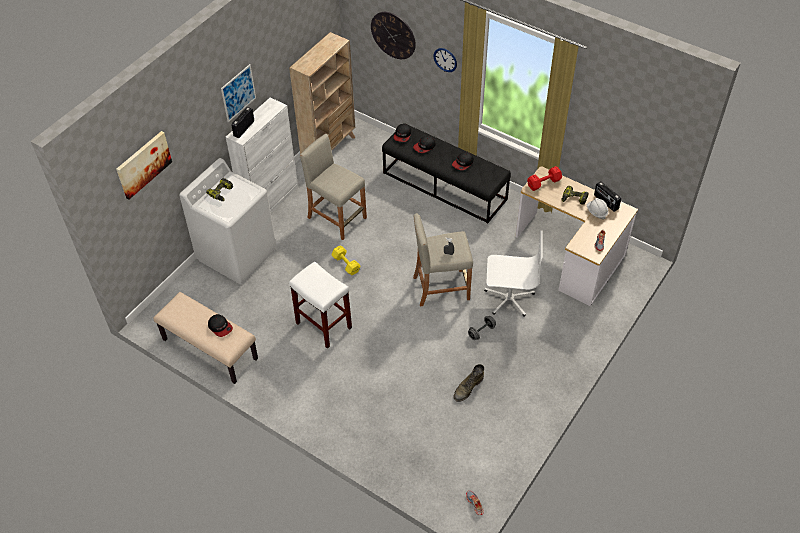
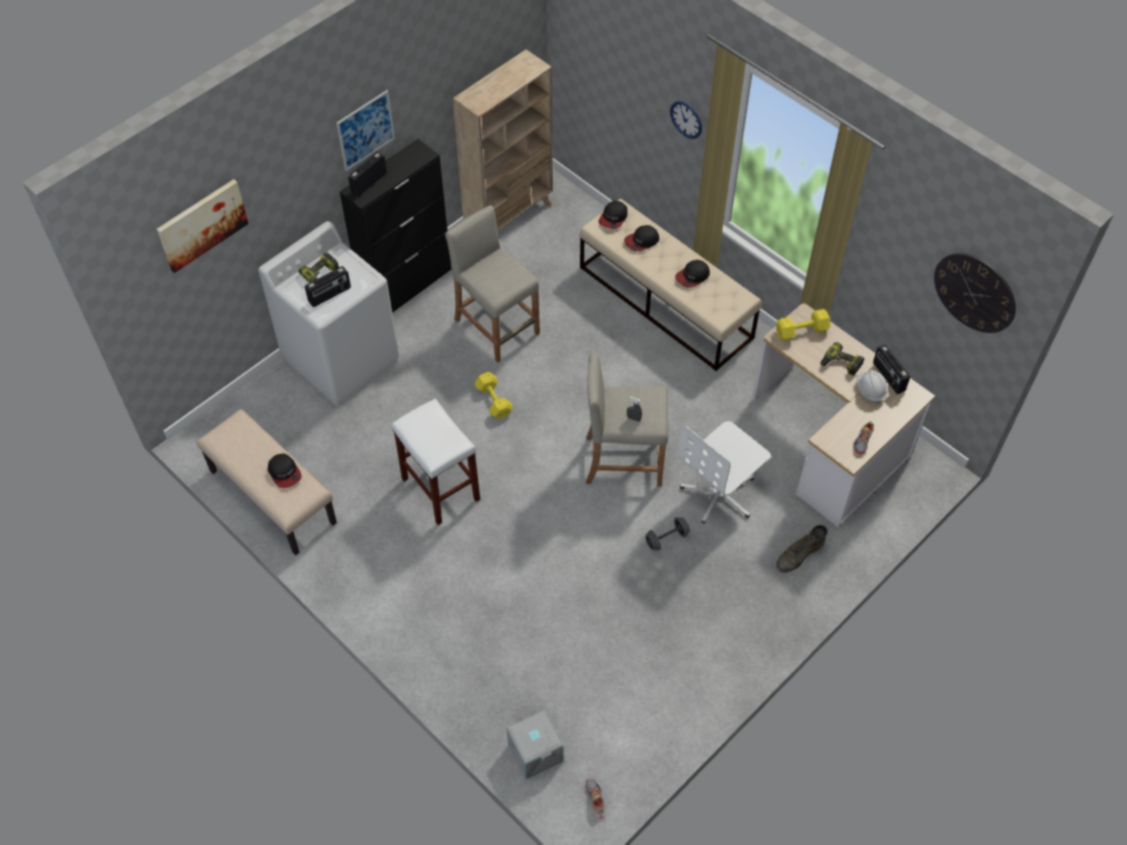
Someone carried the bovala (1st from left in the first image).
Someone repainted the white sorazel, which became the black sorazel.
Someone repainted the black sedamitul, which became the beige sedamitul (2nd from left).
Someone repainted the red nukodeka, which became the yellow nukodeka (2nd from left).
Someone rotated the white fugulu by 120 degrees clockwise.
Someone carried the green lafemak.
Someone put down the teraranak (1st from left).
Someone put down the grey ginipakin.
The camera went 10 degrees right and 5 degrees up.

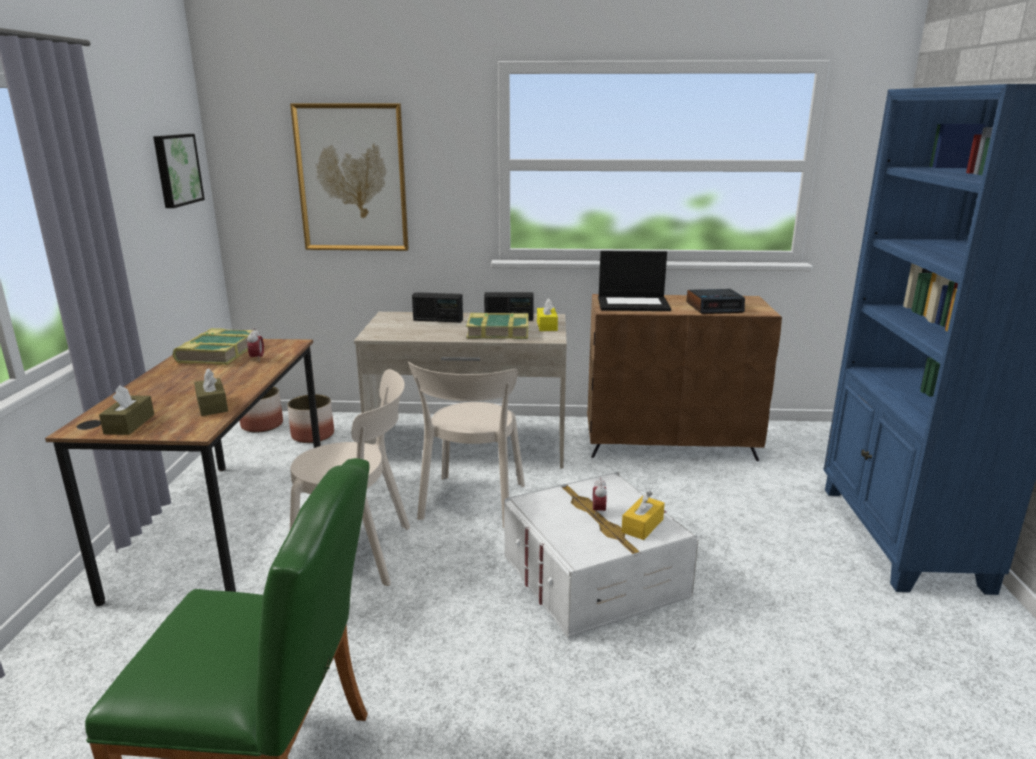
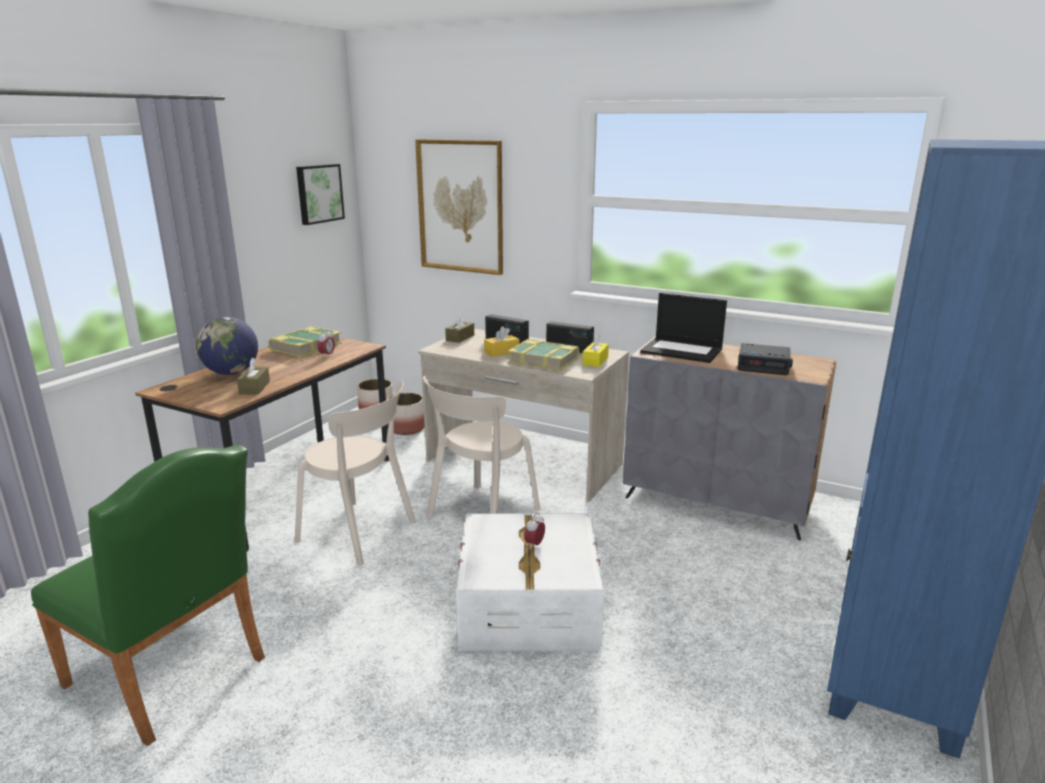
Someone repainted the brown sorazel, which became the grey sorazel.
Someone carried the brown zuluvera (1st from left in the first image).
Someone carried the yellow zuluvera (2nd from left in the first image).
Someone put down the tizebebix.
The camera went 25 degrees right and 0 degrees up.

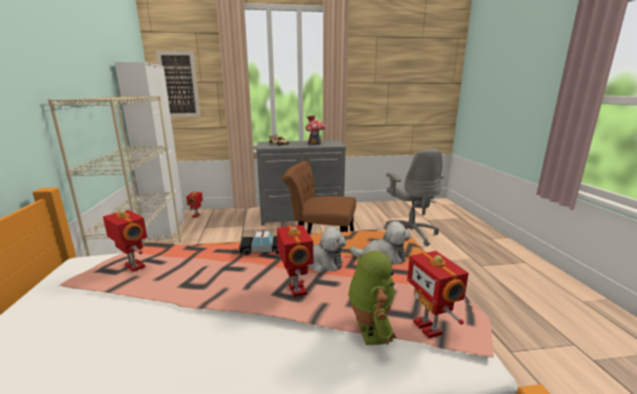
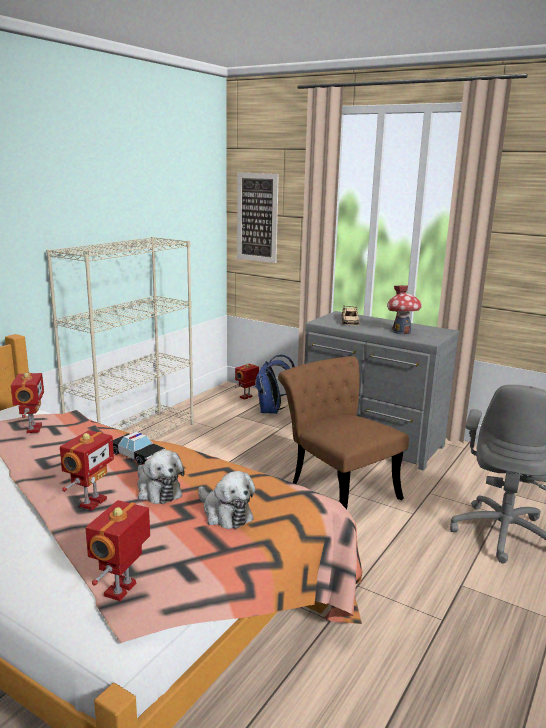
Someone took away the white sorazel.
Someone took away the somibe (4th from left).
Someone put down the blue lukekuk.
The camera went 40 degrees right and 0 degrees up.

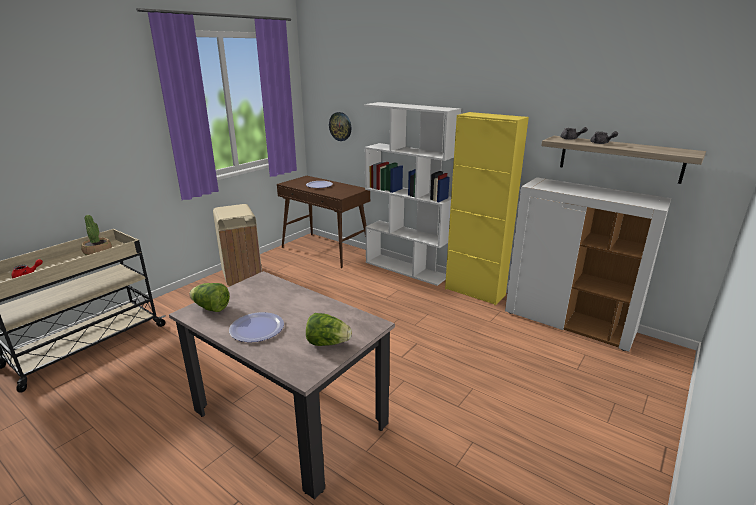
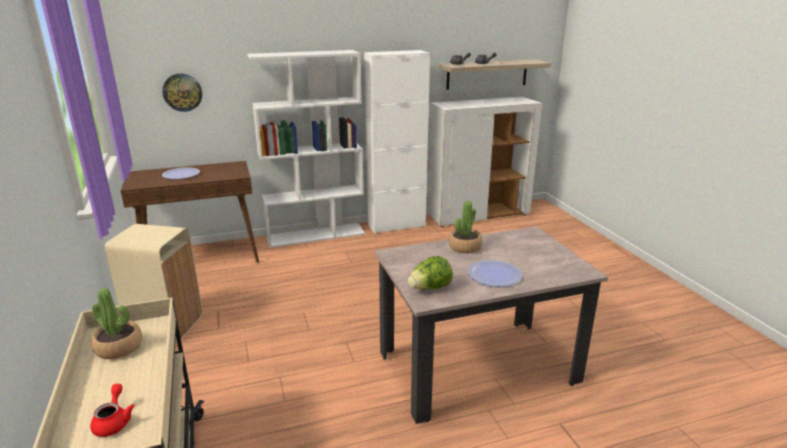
Someone repainted the yellow sorazel, which became the white sorazel (1st from left).
Someone took away the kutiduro (2nd from left).
Someone put down the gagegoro (2nd from left).
The camera went 55 degrees left and 0 degrees up.

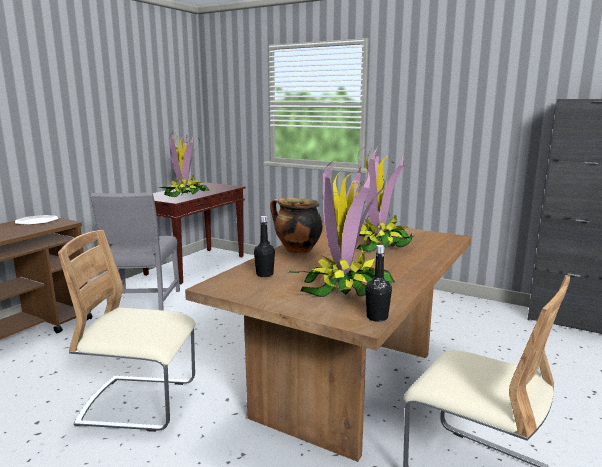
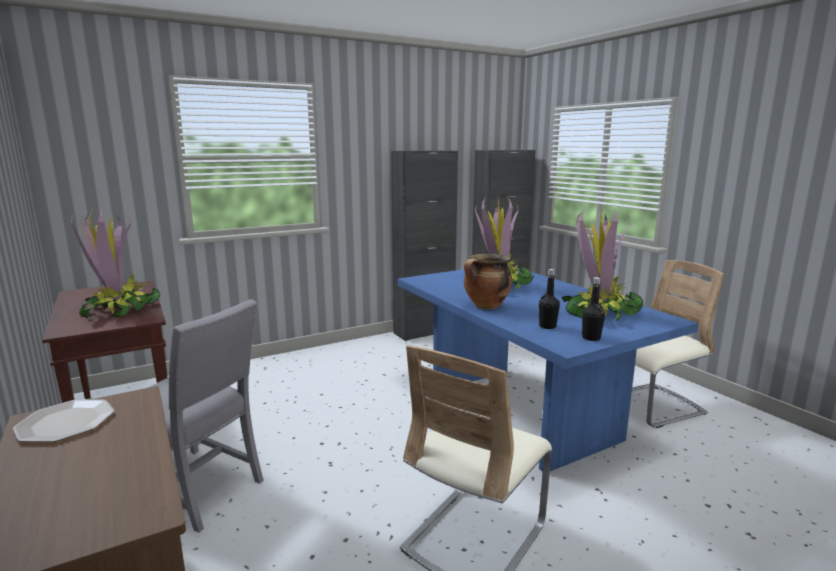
Someone repainted the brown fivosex, which became the blue fivosex.
Someone carried the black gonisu (2nd from left).
Someone put down the black sorazel (1st from left).
The camera went 60 degrees left and 0 degrees up.

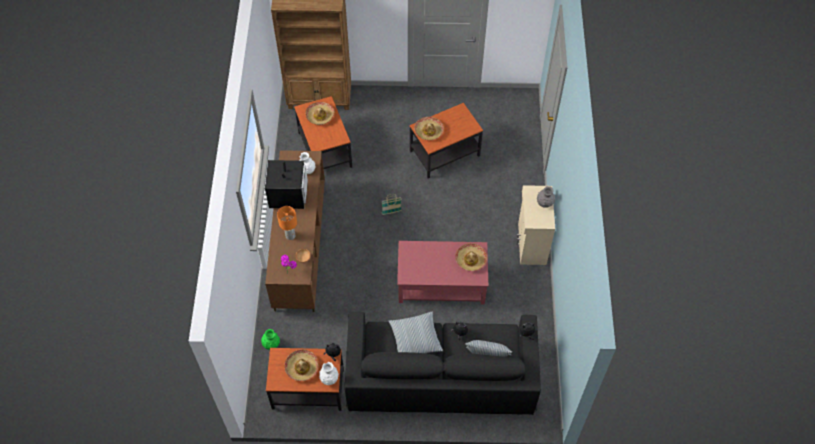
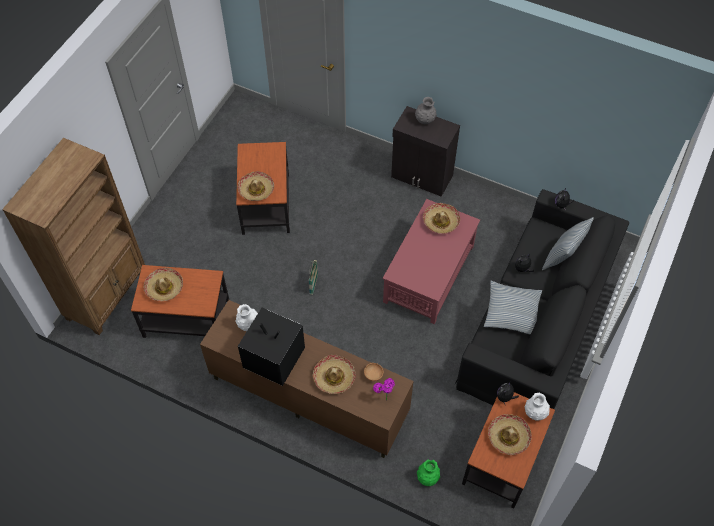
Someone repainted the beige sorazel, which became the black sorazel.
Someone swapped the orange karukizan for the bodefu (3rd from left).
The camera went 65 degrees left and 0 degrees up.

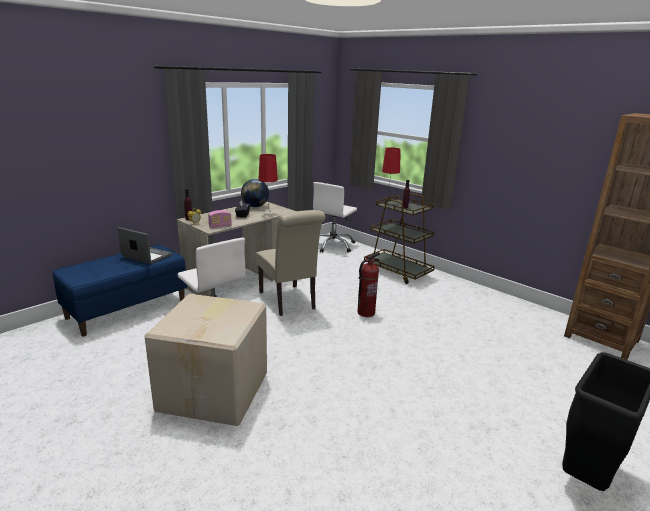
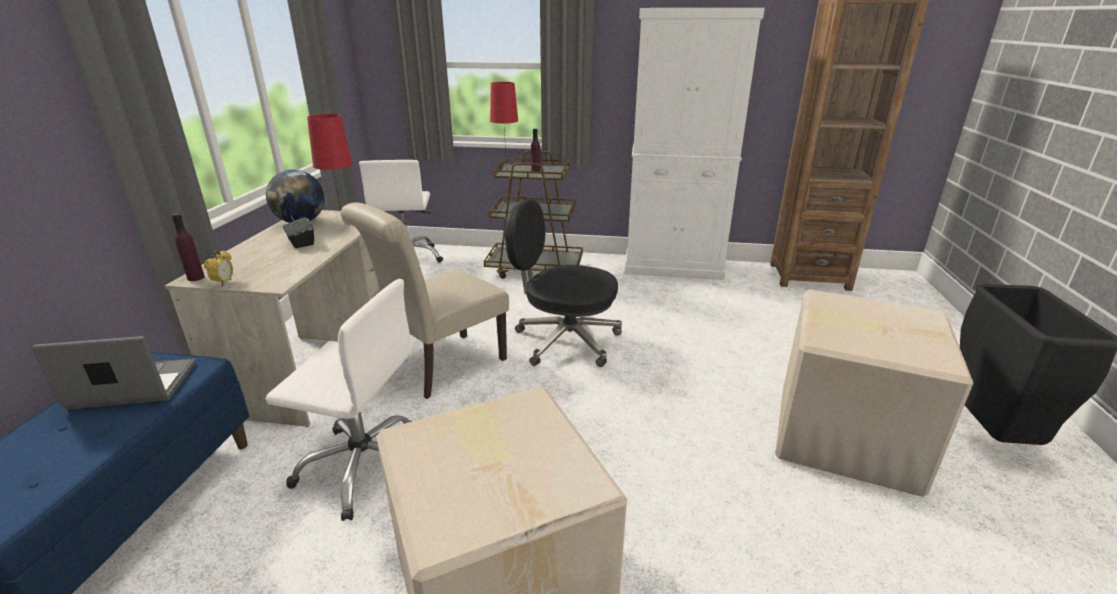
Someone took away the teraranak.
Someone rotated the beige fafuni by 105 degrees clockwise.
Someone swapped the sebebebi for the black fugulu.
Someone put down the white sorazel.
Someone put down the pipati (2nd from left).
The camera went 35 degrees left and 5 degrees up.

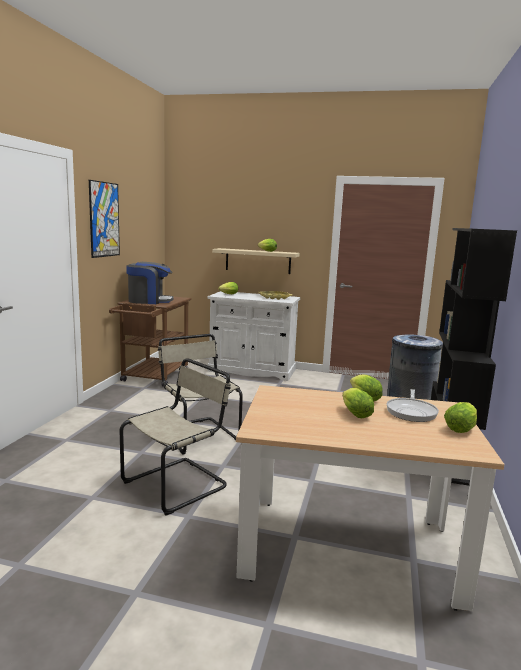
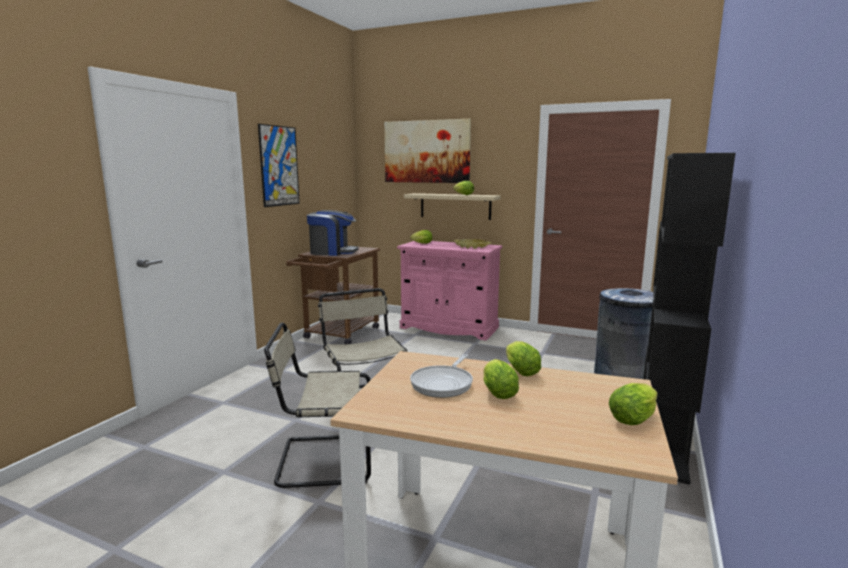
Someone repainted the white sorazel, which became the pink sorazel.
Someone rotated the beige fafuni (1st from left) by 150 degrees counterclockwise.
Someone carried the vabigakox.
Someone put up the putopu (2nd from left).
The camera went 10 degrees right and 0 degrees up.

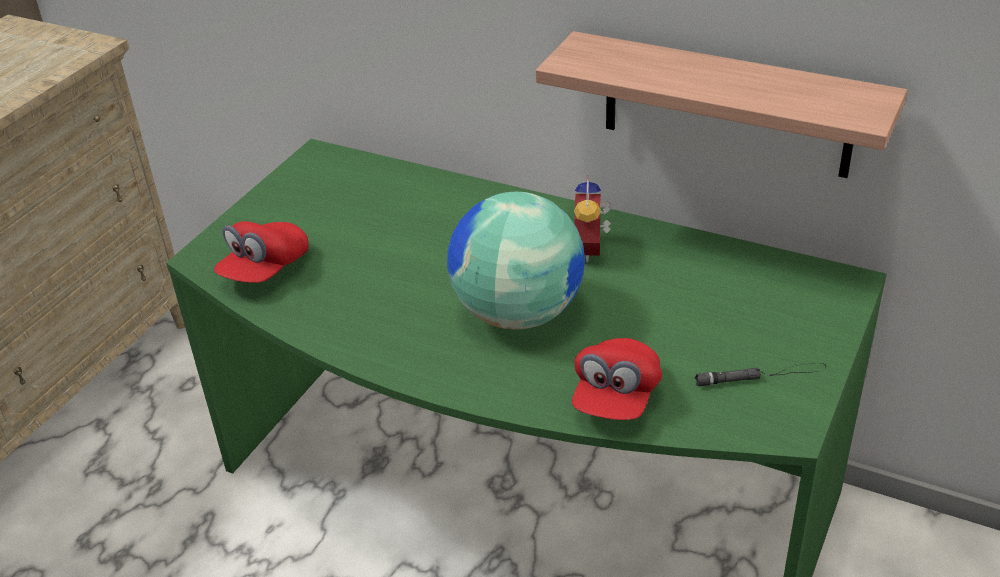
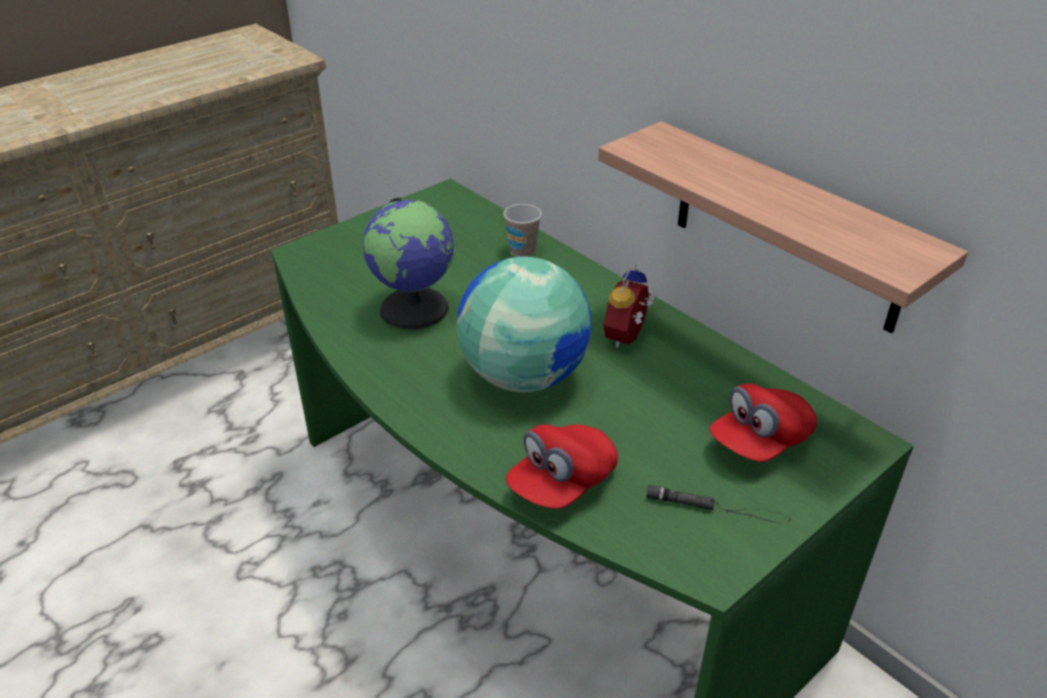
Someone carried the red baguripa (1st from left in the first image).
Someone put down the tizebebix (1st from left).
Someone put down the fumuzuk.
The camera went 20 degrees right and 0 degrees up.

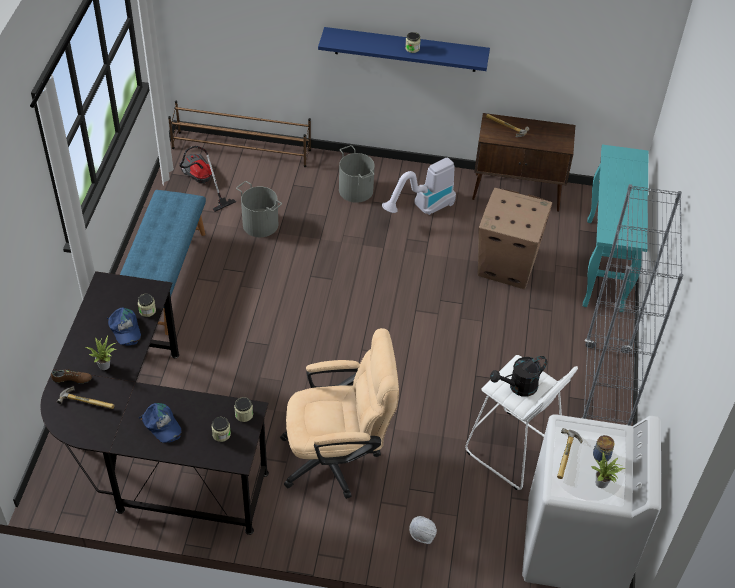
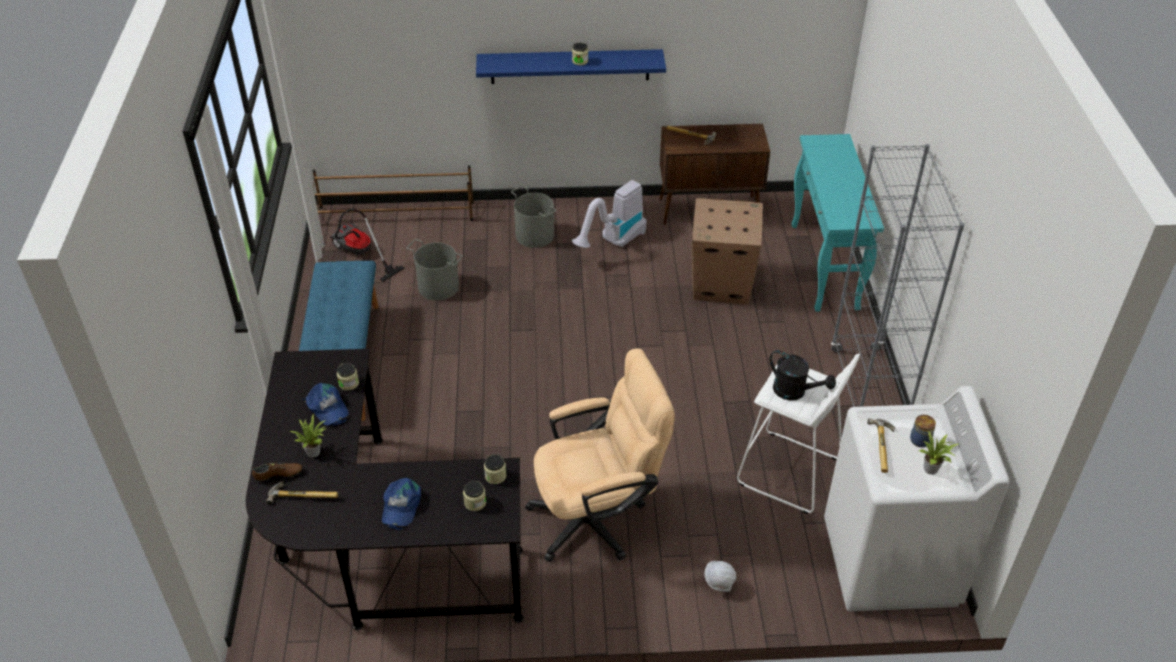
Someone rotated the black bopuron by 105 degrees counterclockwise.
Someone rotated the blue baguripa (2nd from left) by 60 degrees clockwise.
The camera went 10 degrees left and 5 degrees down.

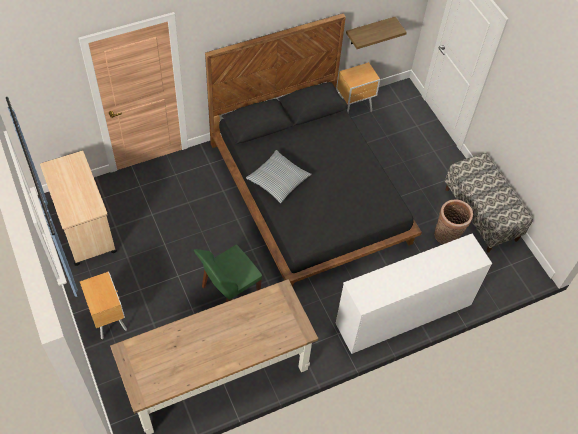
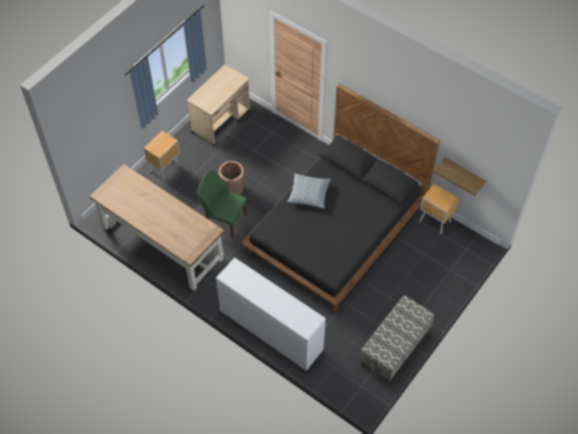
Someone carried the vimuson.
The camera went 65 degrees right and 0 degrees up.

